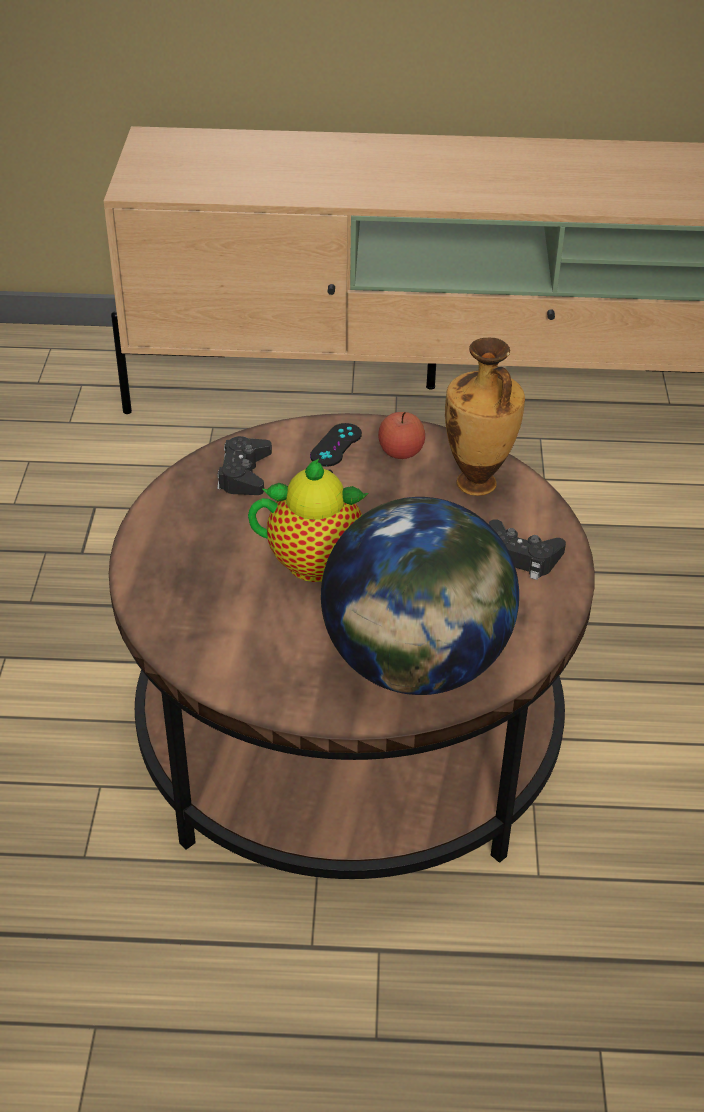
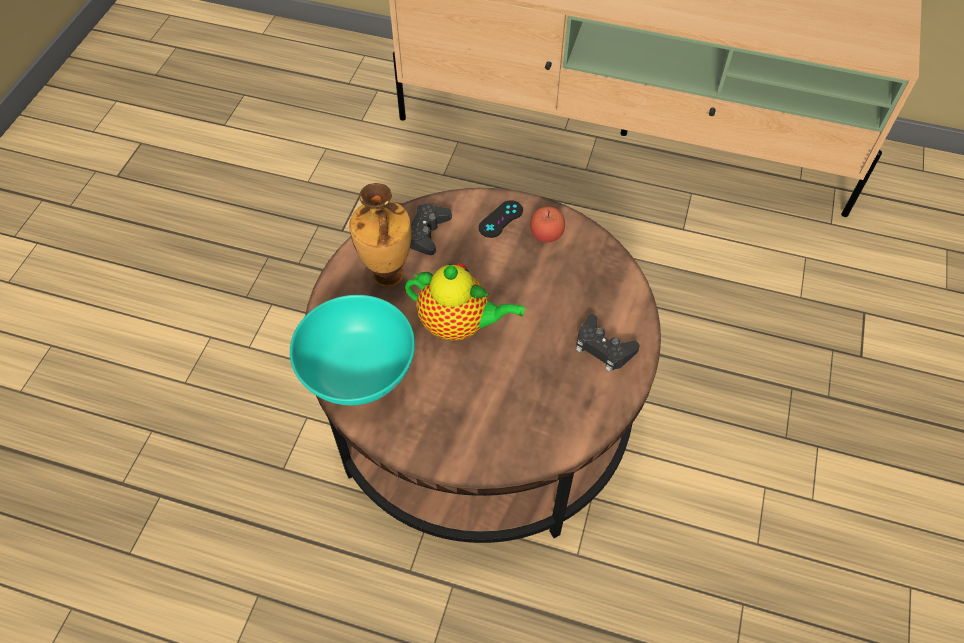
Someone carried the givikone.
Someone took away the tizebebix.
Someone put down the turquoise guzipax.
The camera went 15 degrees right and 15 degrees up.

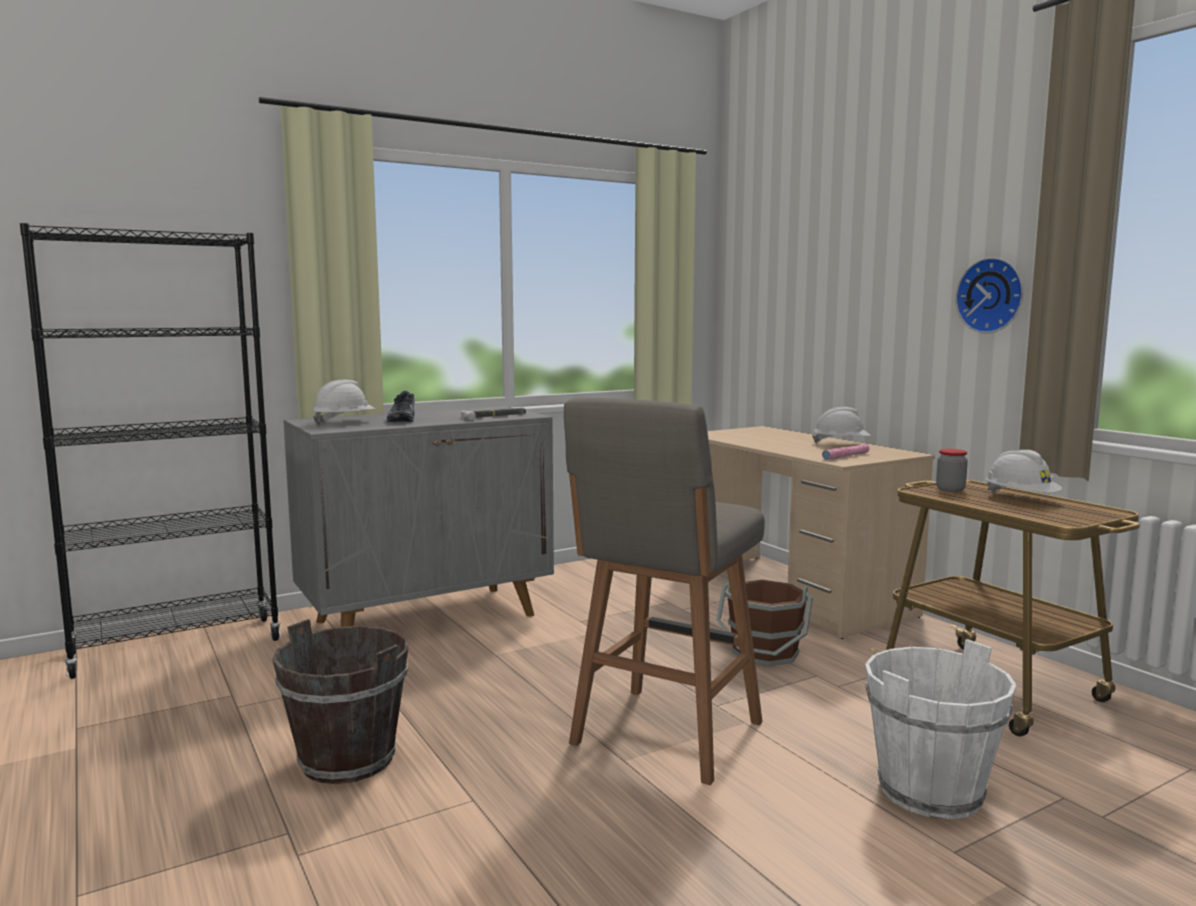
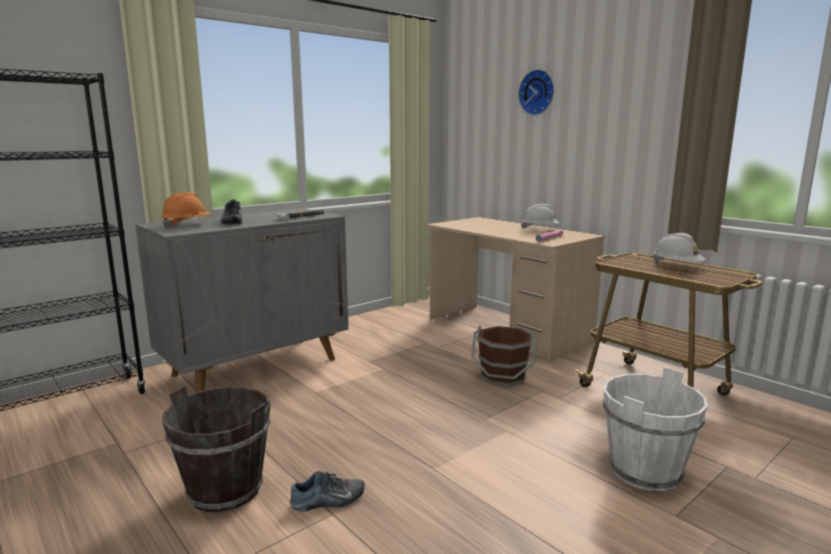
Someone carried the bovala.
Someone repainted the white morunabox (1st from left), which became the orange morunabox.
Someone took away the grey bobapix.
Someone took away the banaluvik.
Someone put down the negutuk (2nd from left).
The camera went 10 degrees left and 5 degrees up.

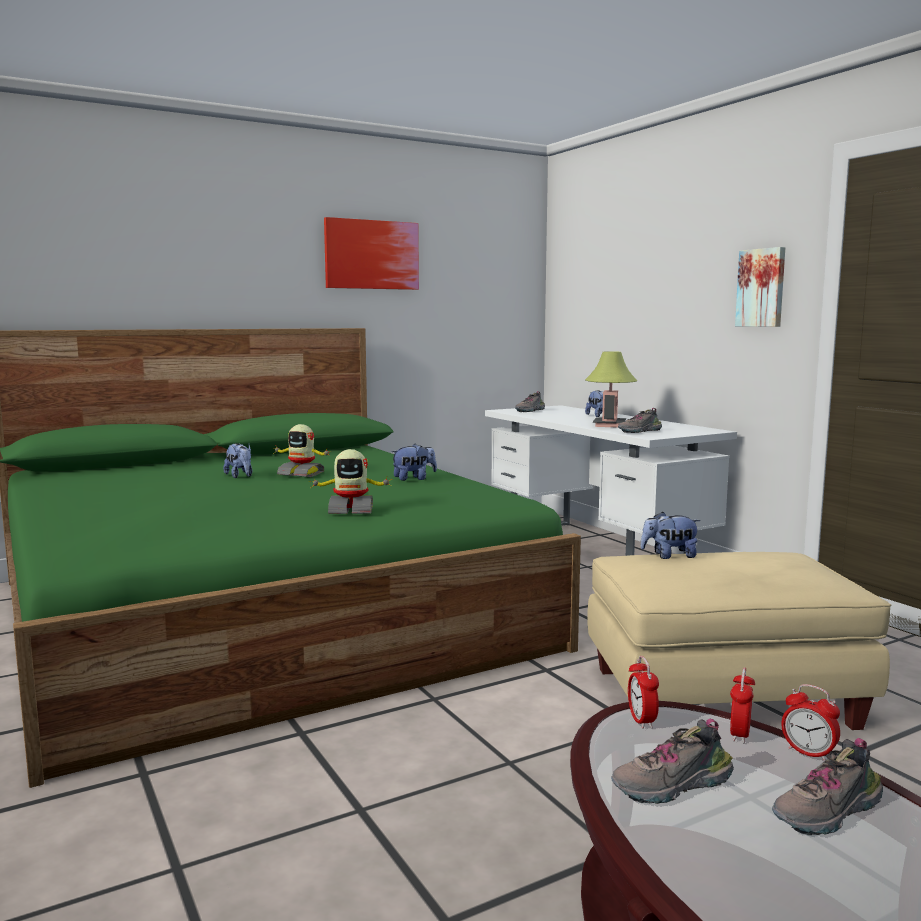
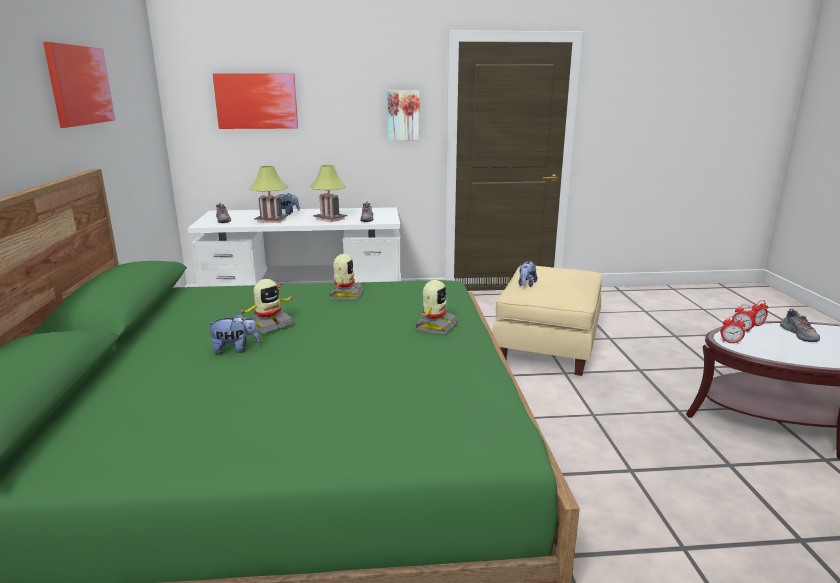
Someone swapped the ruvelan (2nd from left) for the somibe (2nd from left).
Someone took away the negutuk (3rd from left).
Someone put up the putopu (2nd from left).
Someone put down the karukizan (1st from left).
The camera went 65 degrees left and 10 degrees up.

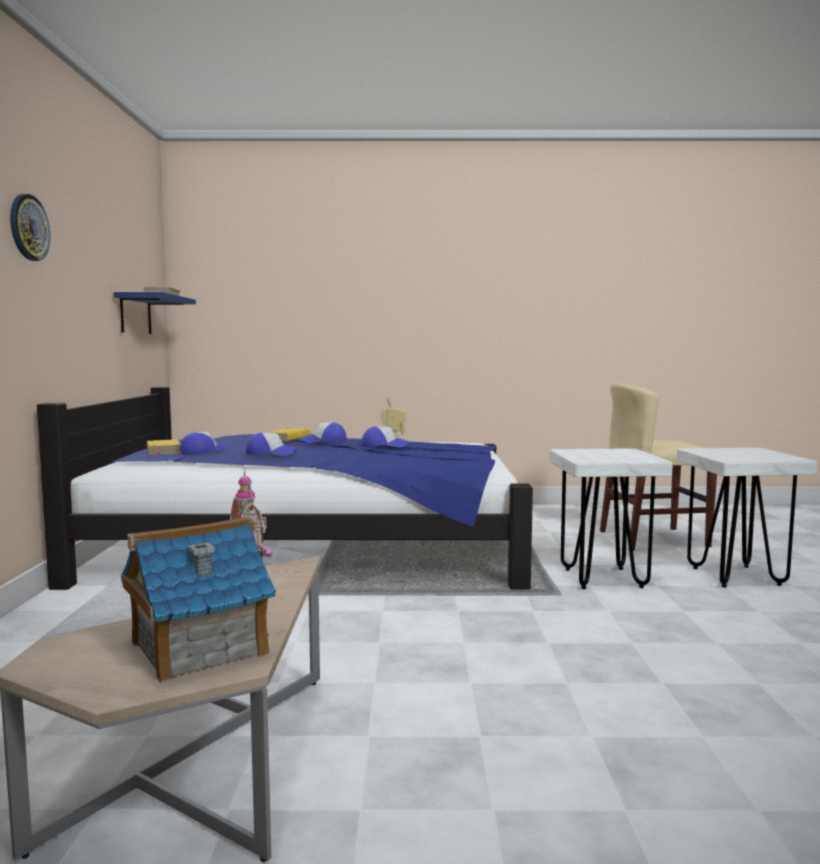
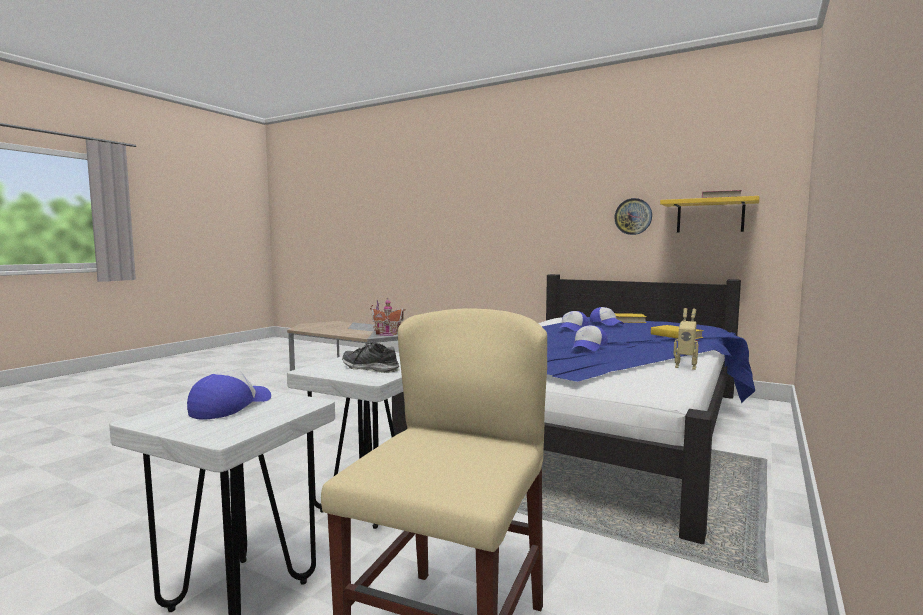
Someone carried the bovala.
Someone repainted the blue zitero, which became the yellow zitero.
Someone carried the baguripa (3rd from left in the first image).
Someone took away the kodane (1st from left).
Someone put down the negutuk.
The camera went 120 degrees right and 0 degrees up.

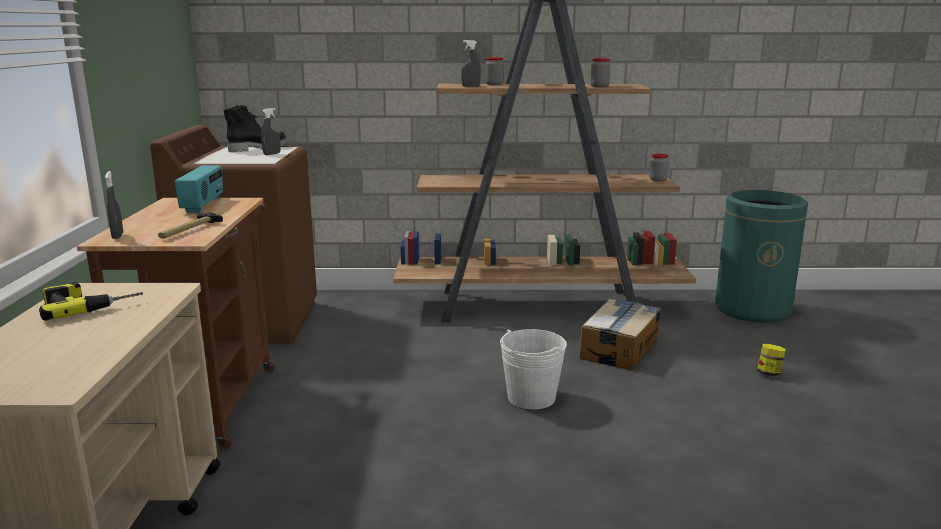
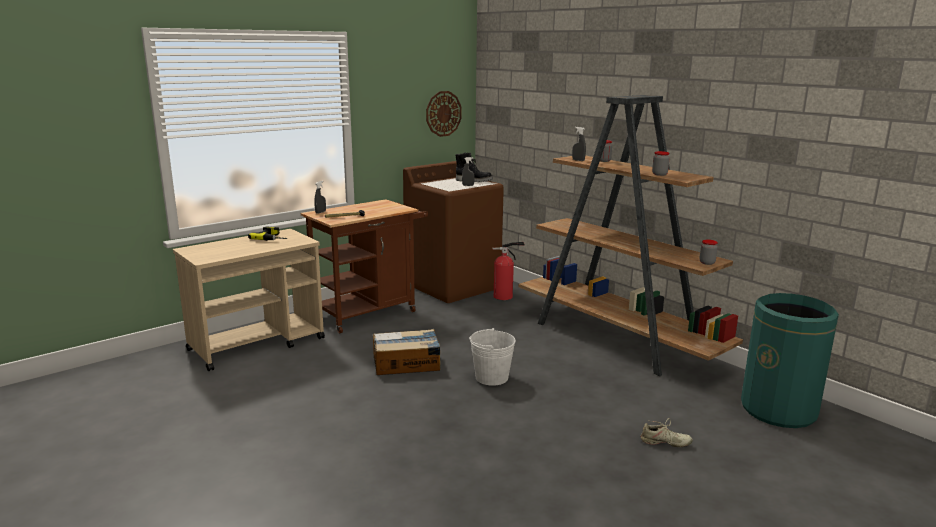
Someone took away the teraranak.
Someone carried the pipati.
Someone swapped the banaluvik (4th from left) for the beige negutuk.
Someone put up the bovala.
Someone put down the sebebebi.
The camera went 50 degrees right and 0 degrees up.

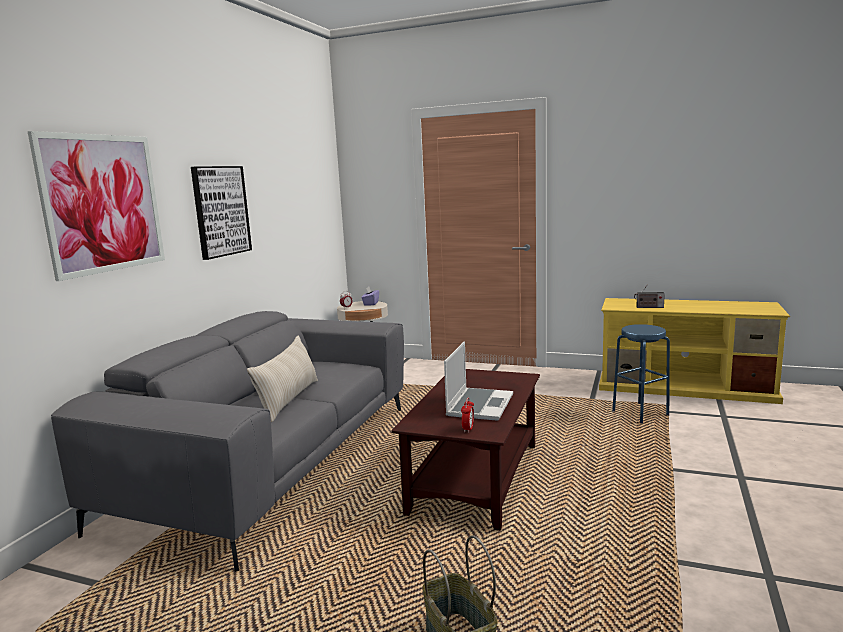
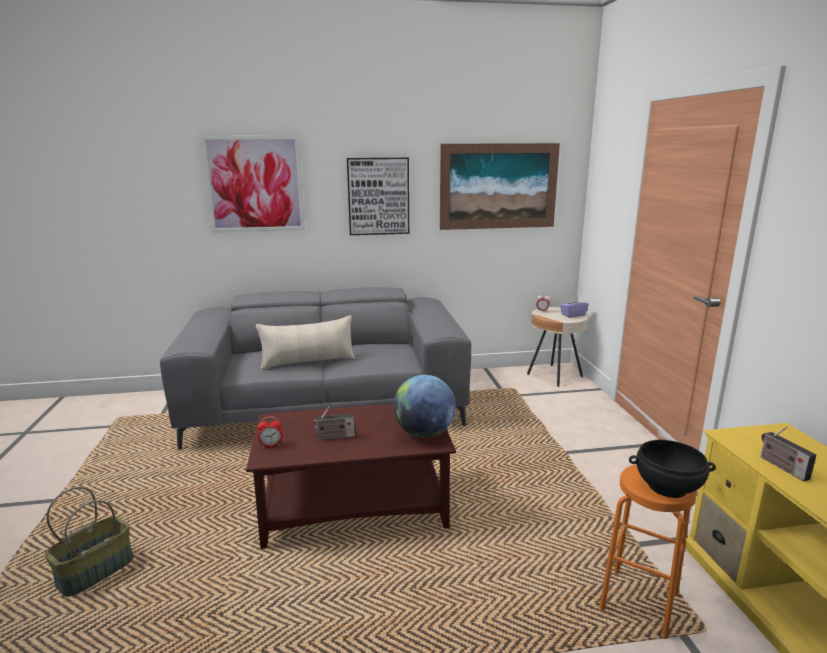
Someone repainted the blue bobapix, which became the orange bobapix.
Someone swapped the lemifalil for the teraranak (1st from left).
Someone put up the putopu (3rd from left).
Someone put down the tizebebix.
Someone put down the black guzipax.
The camera went 60 degrees right and 5 degrees up.

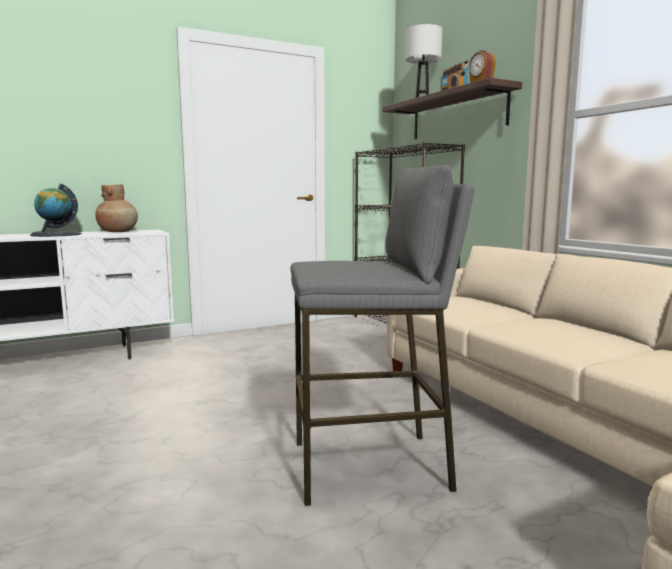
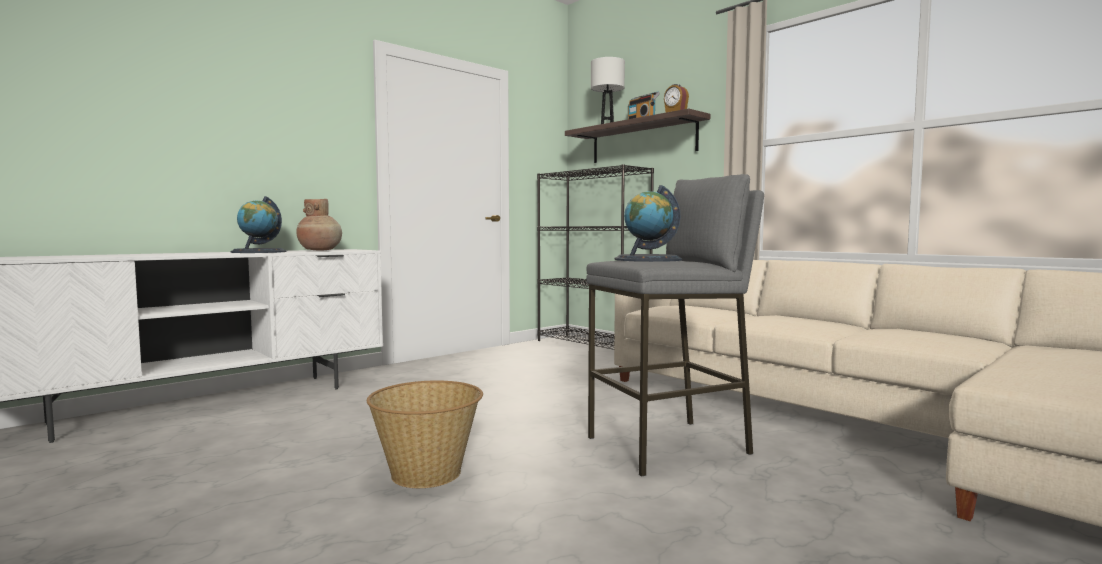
Someone put down the tizebebix (2nd from left).
Someone put down the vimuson.
The camera went 15 degrees left and 5 degrees down.

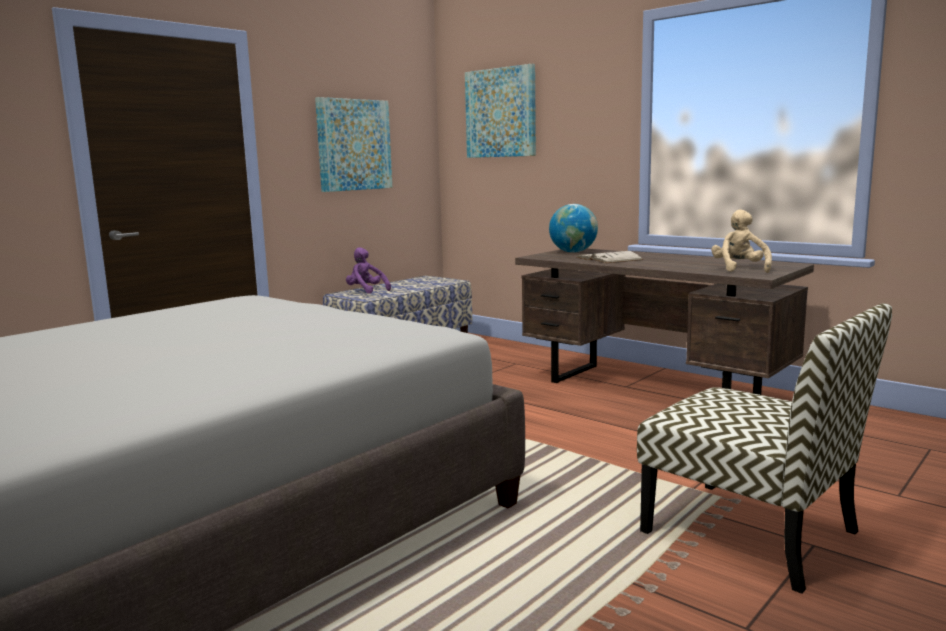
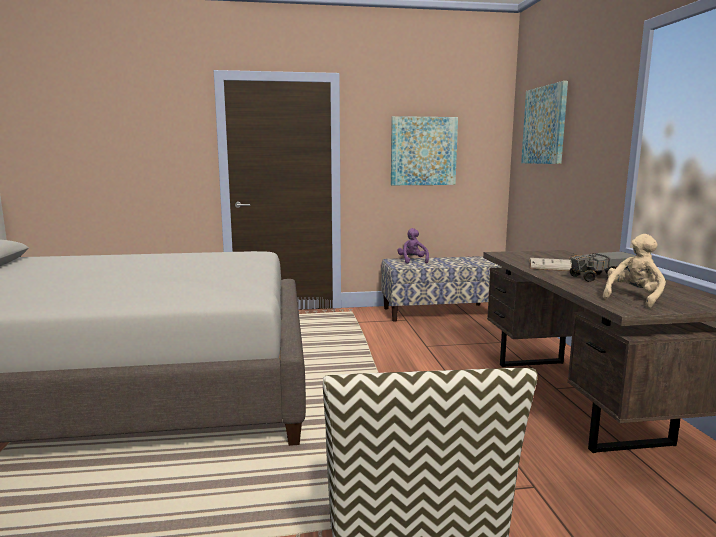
Someone took away the tizebebix.
Someone put down the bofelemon.
The camera went 40 degrees right and 0 degrees up.

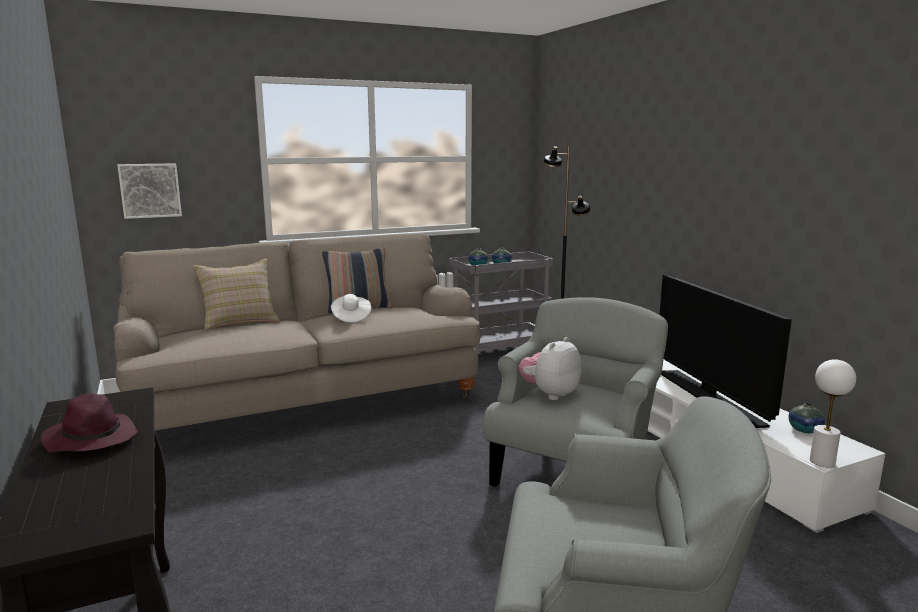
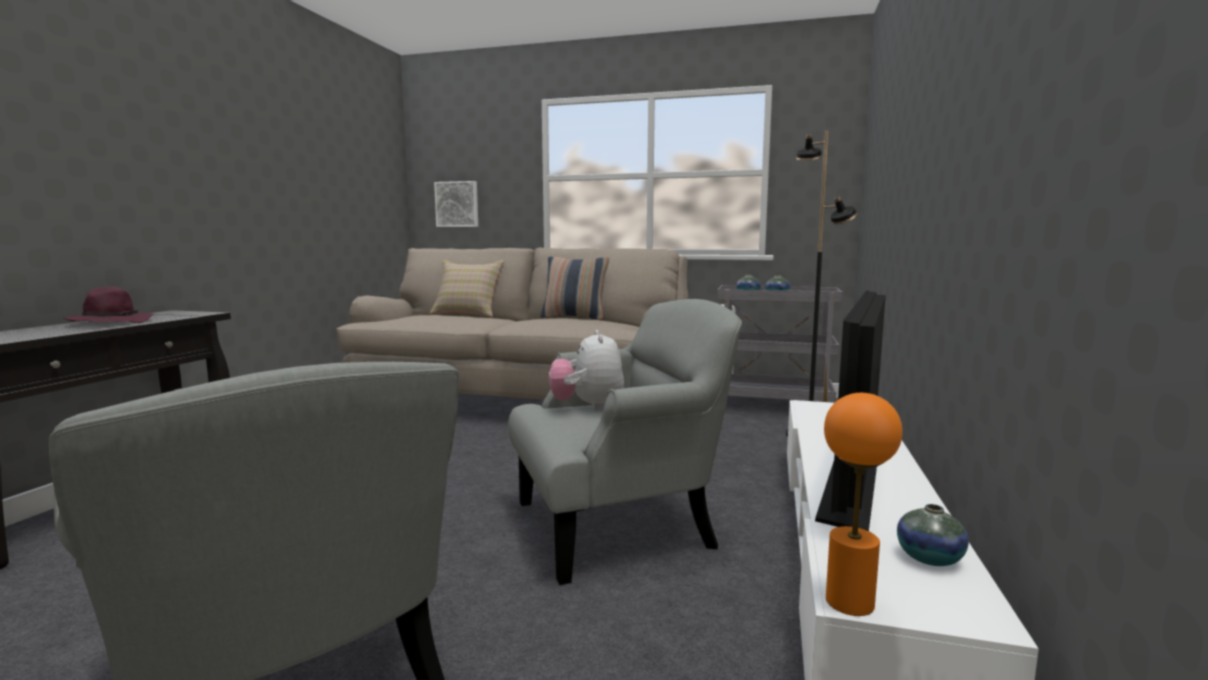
Someone took away the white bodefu.
Someone rotated the ruvelan by 90 degrees counterclockwise.
Someone repainted the white karukizan, which became the orange karukizan.
The camera went 40 degrees right and 5 degrees down.

